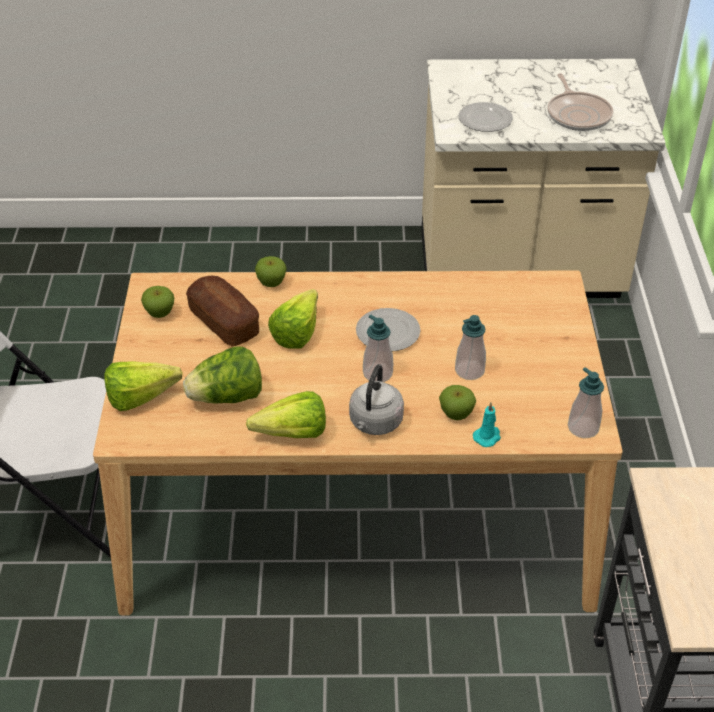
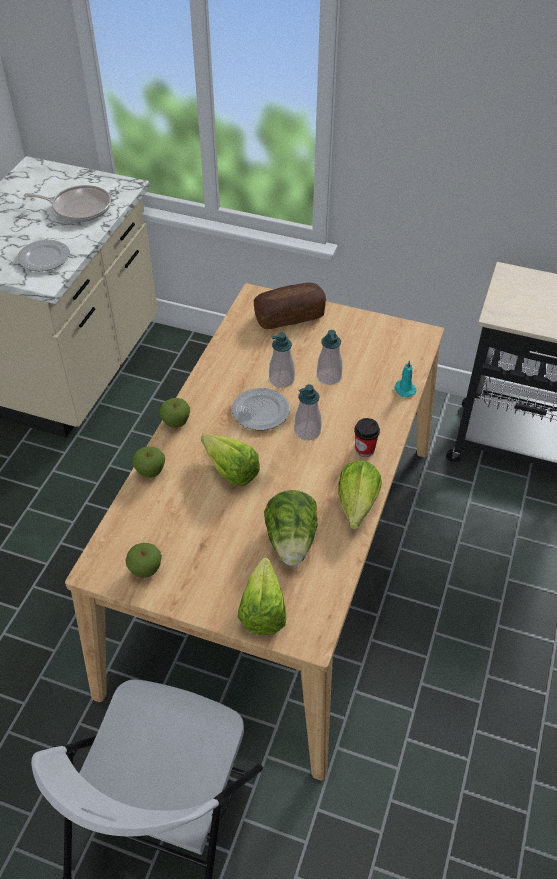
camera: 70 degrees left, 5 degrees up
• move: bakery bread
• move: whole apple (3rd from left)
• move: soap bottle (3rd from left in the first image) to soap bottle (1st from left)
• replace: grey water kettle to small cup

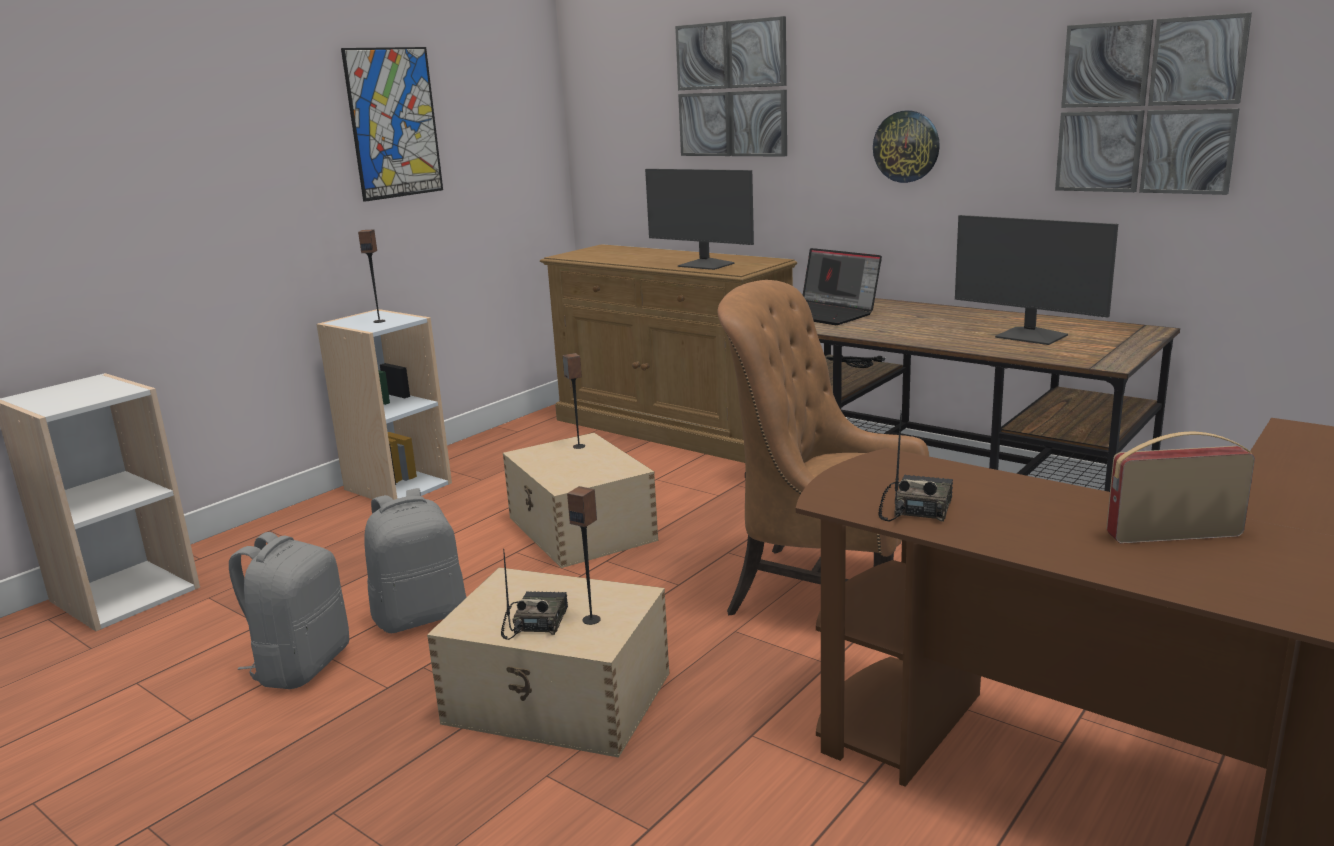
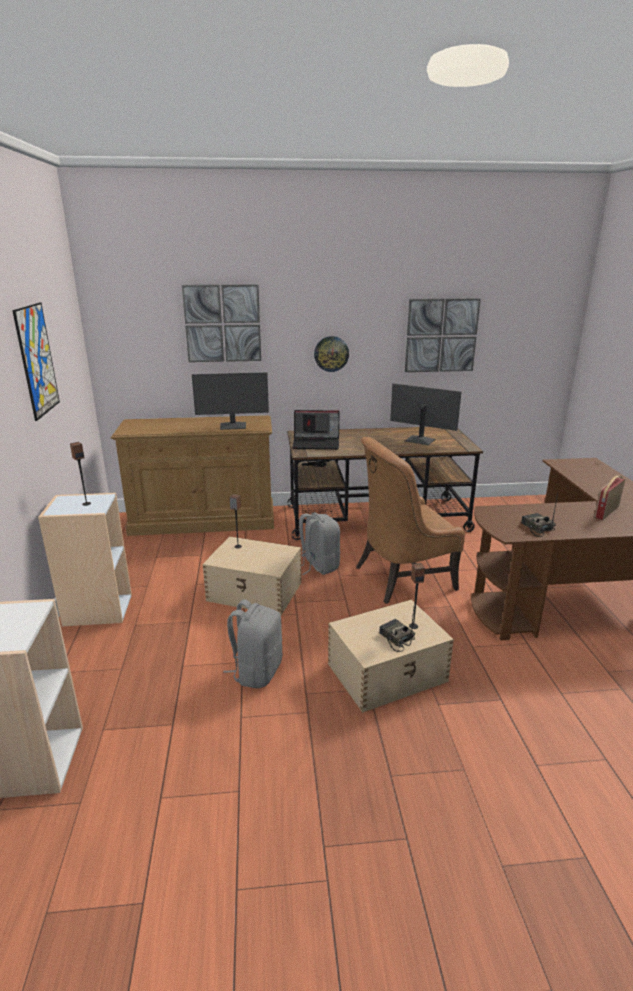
camera: 45 degrees left, 5 degrees up
• move: grey rucksack (1st from left in the first image) to grey rucksack (2nd from left)
• rotate: monitor (2nd from left) 150 degrees counterclockwise

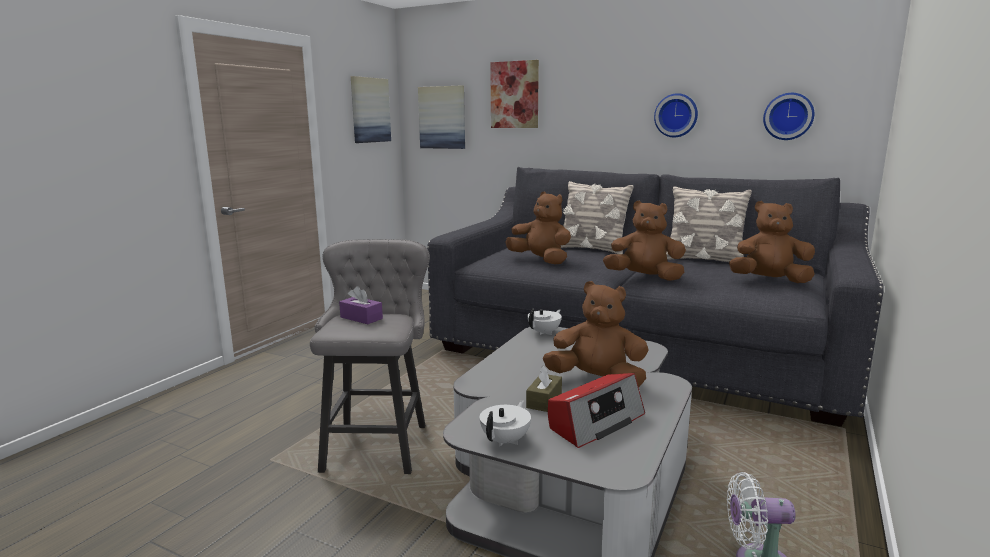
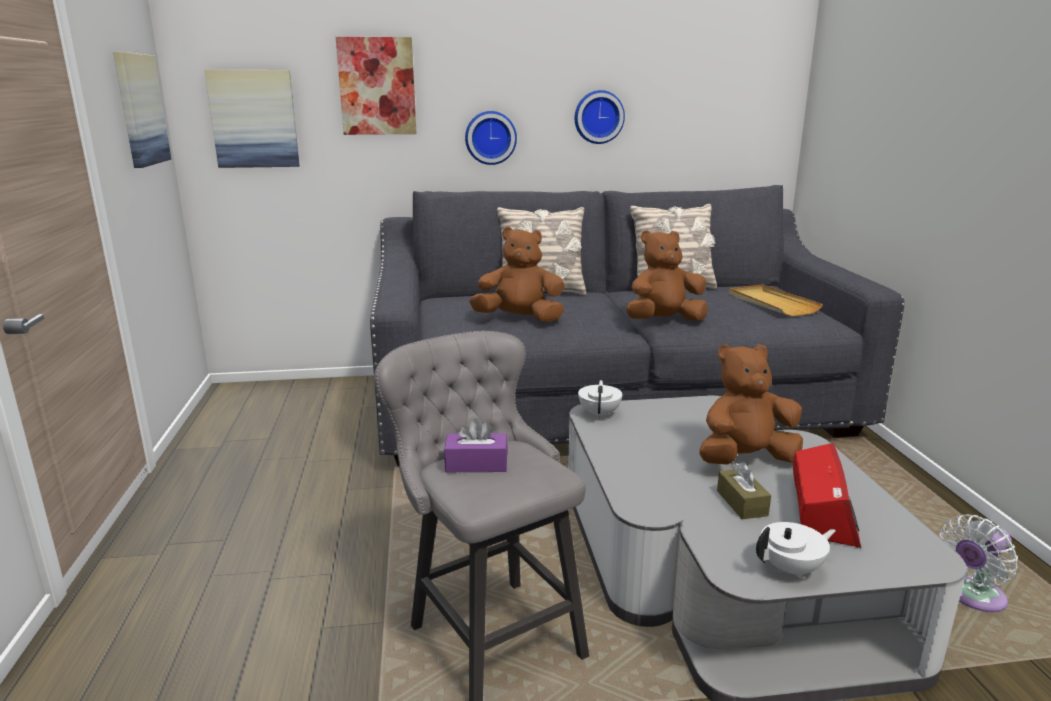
camera: 35 degrees left, 5 degrees up
• move: clock on the wall (2nd from left in the first image) to clock on the wall (1st from left)
• replace: brownish soft toy (4th from left) to beige-coloured carrying tray
• rotate: whitish pot for tea (1st from left in the first image) 75 degrees clockwise

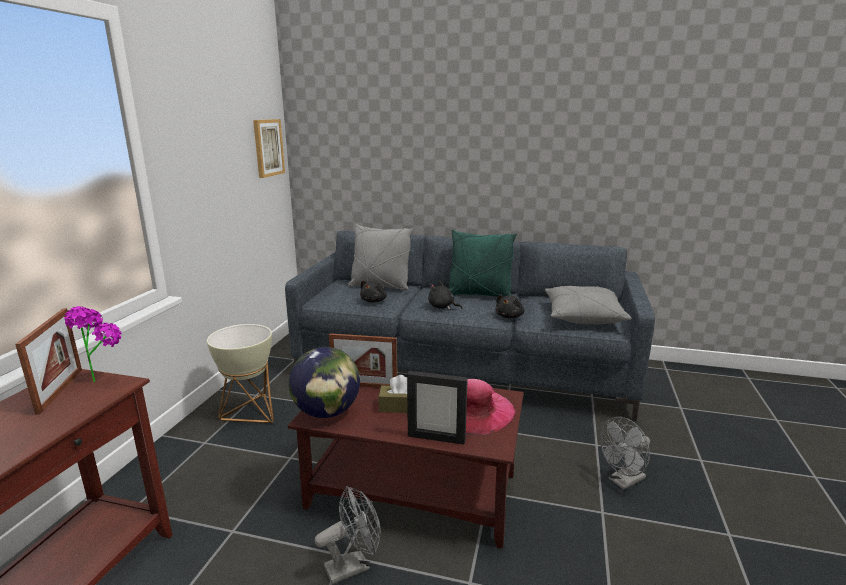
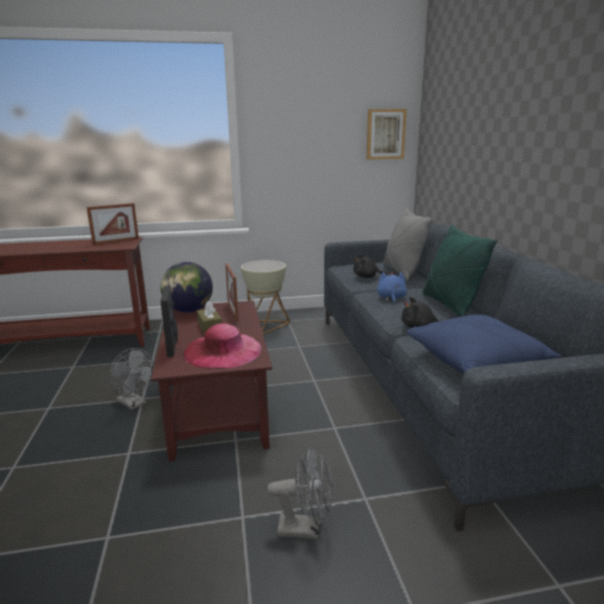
camera: 65 degrees right, 0 degrees up
• delete: houseplant
• recolor: black-coloured soft toy (2nd from left) to blue soft toy
• recolor: grey cushion (2nd from left) to blue cushion
• rotate: grey fan (2nd from left) 150 degrees clockwise

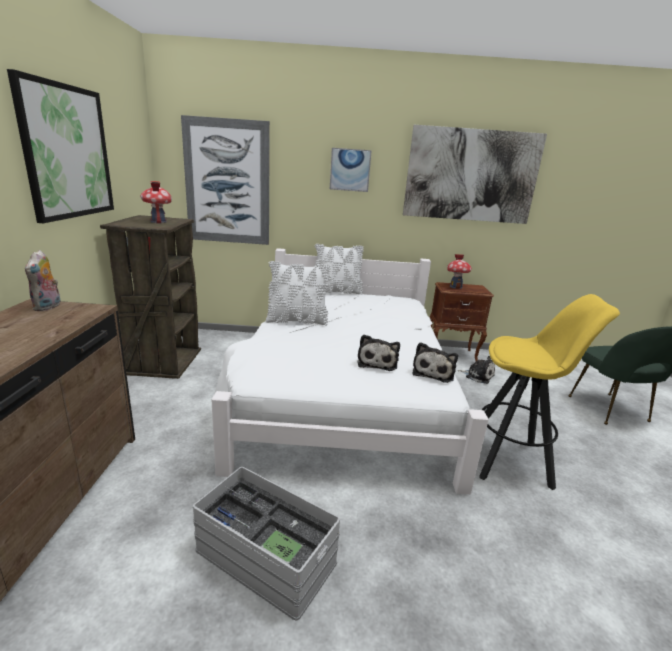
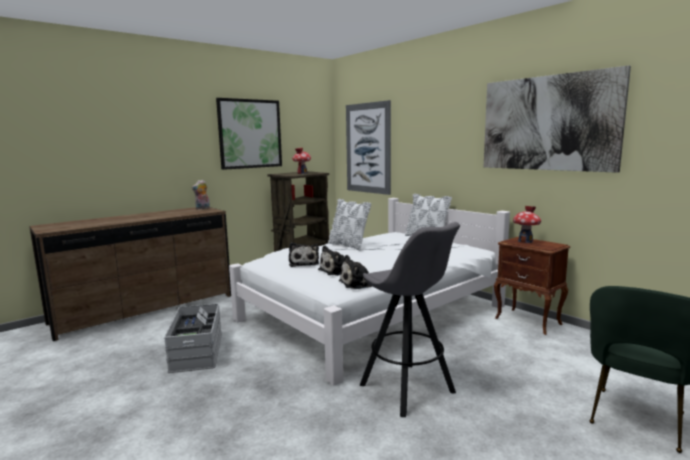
camera: 50 degrees right, 10 degrees down
• delete: wall art (3rd from left)
• move: soft toy (4th from left in the first image) to soft toy (2nd from left)
• recolor: yellowish stool to grey stool

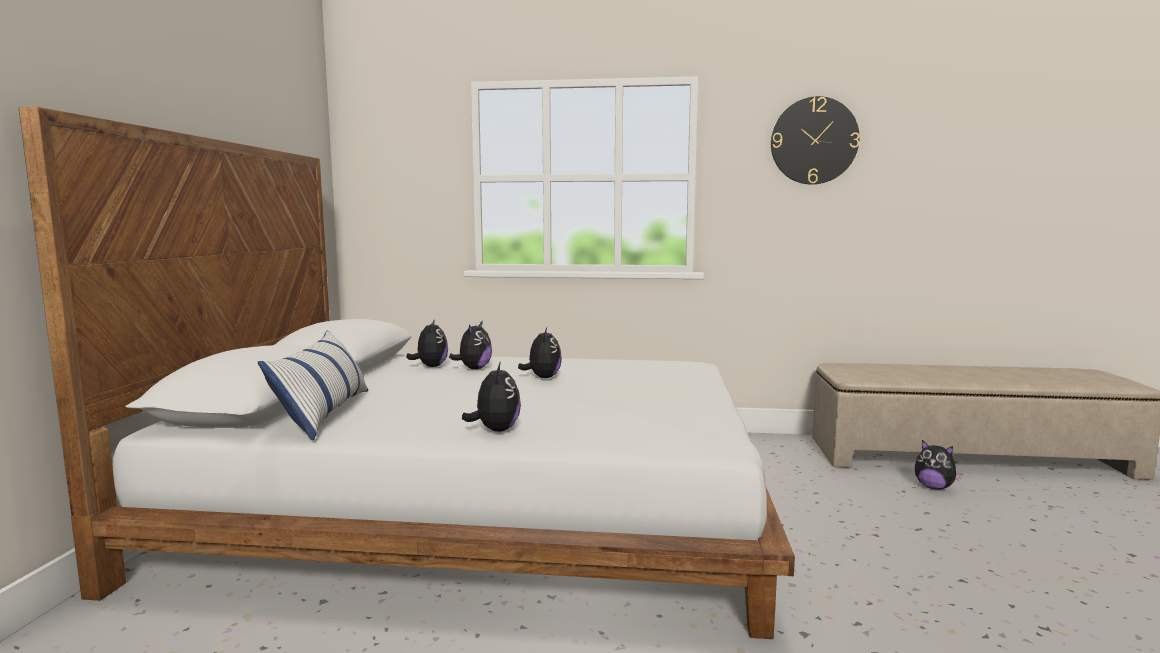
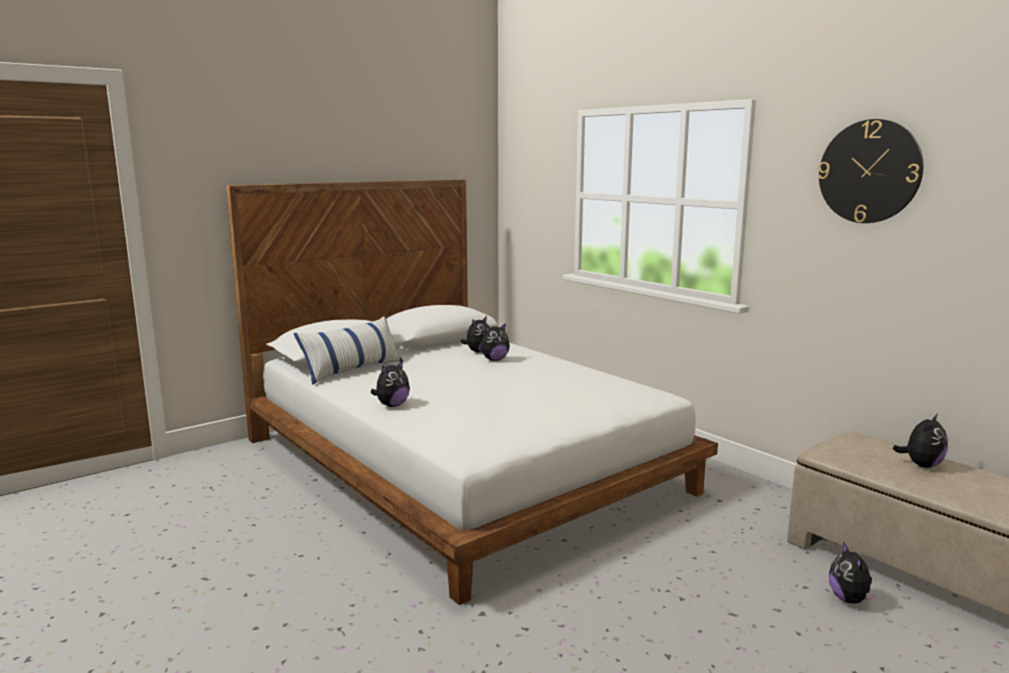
camera: 45 degrees right, 5 degrees up
• move: soft toy (4th from left in the first image) to soft toy (5th from left)

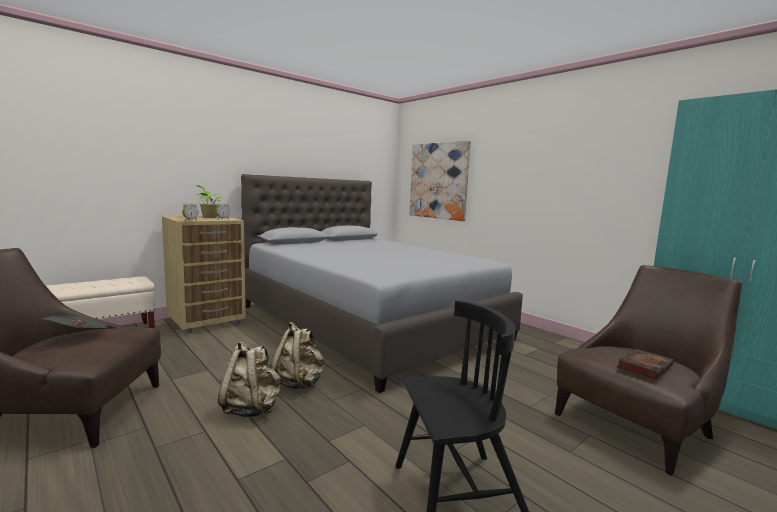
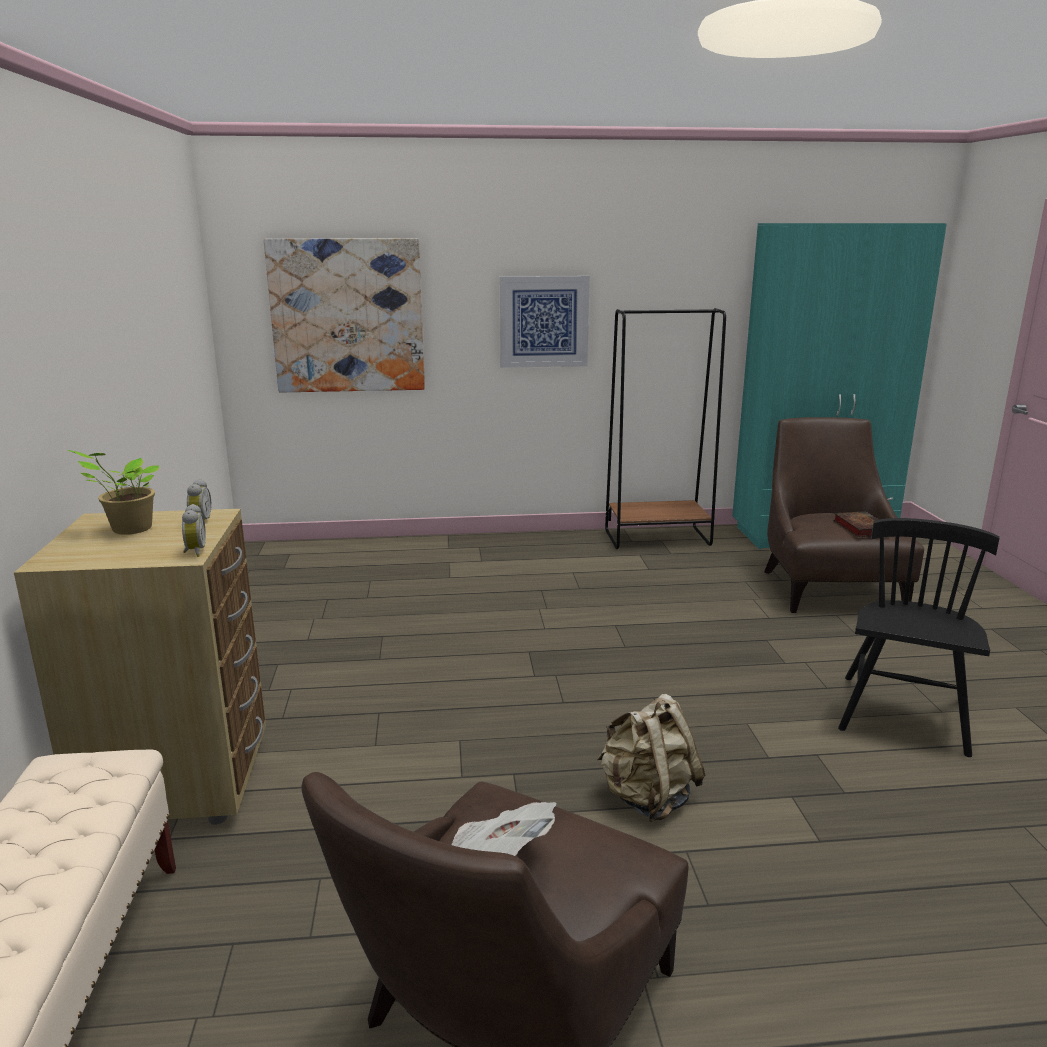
camera: 55 degrees left, 10 degrees up
• delete: grey sleeping bed
• delete: beige-coloured rucksack (2nd from left)
• insert: wall art (2nd from left)
• insert: garment stand

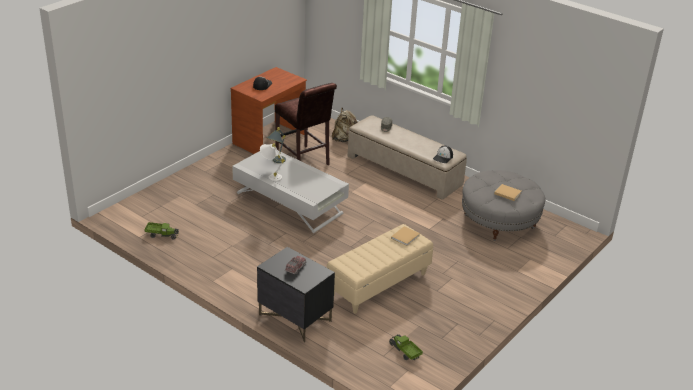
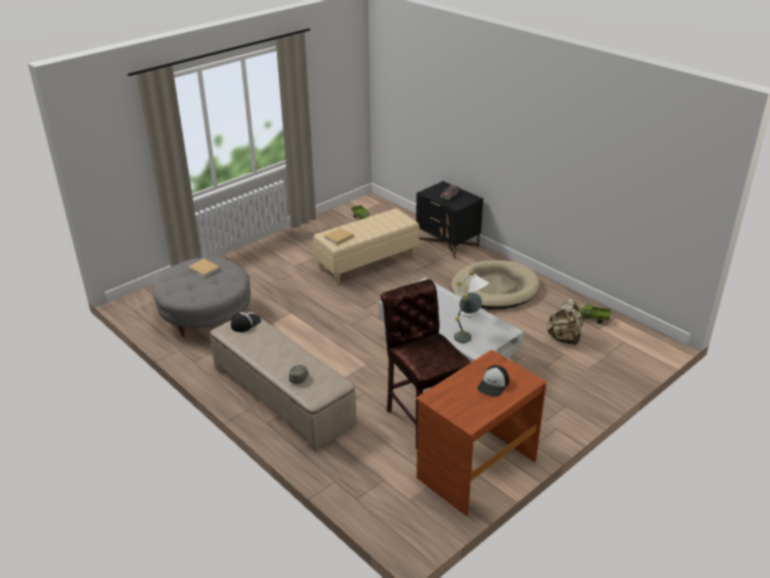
camera: 170 degrees left, 0 degrees up
• insert: beige-coloured pet bed
• move: beige-coloured rucksack

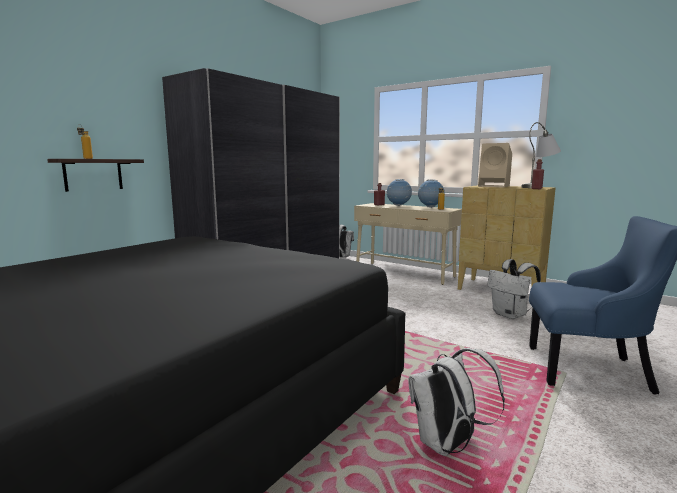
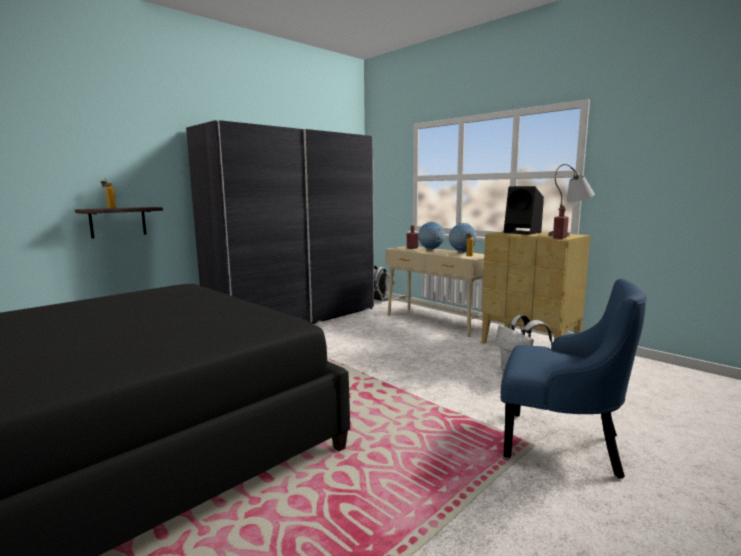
camera: 10 degrees right, 0 degrees up
• delete: whitish rucksack (2nd from left)
• recolor: beige-coloured loudspeaker to black-coloured loudspeaker

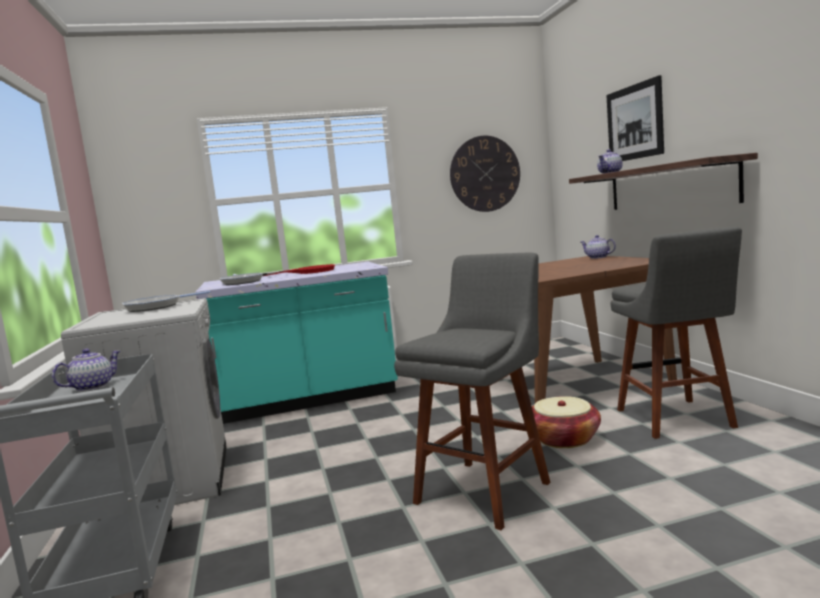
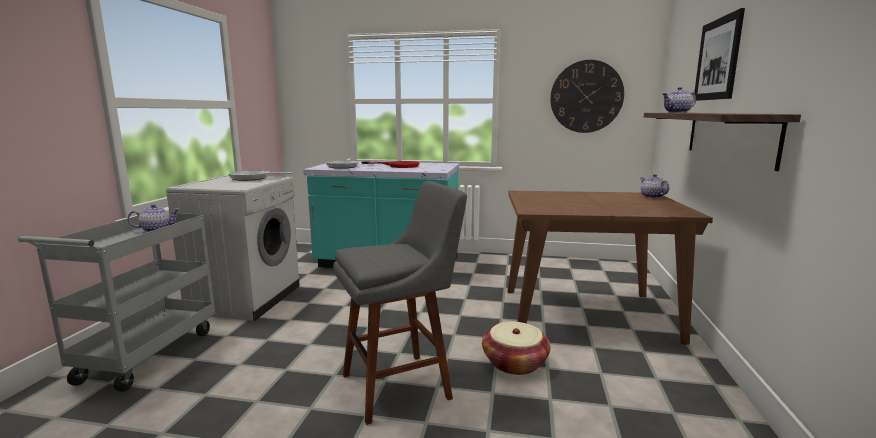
camera: 25 degrees right, 5 degrees up
• delete: grey stool (2nd from left)

